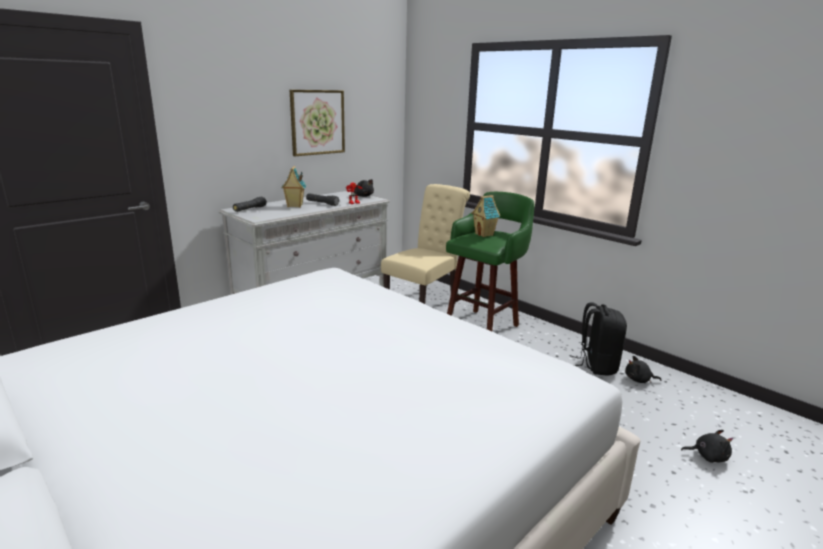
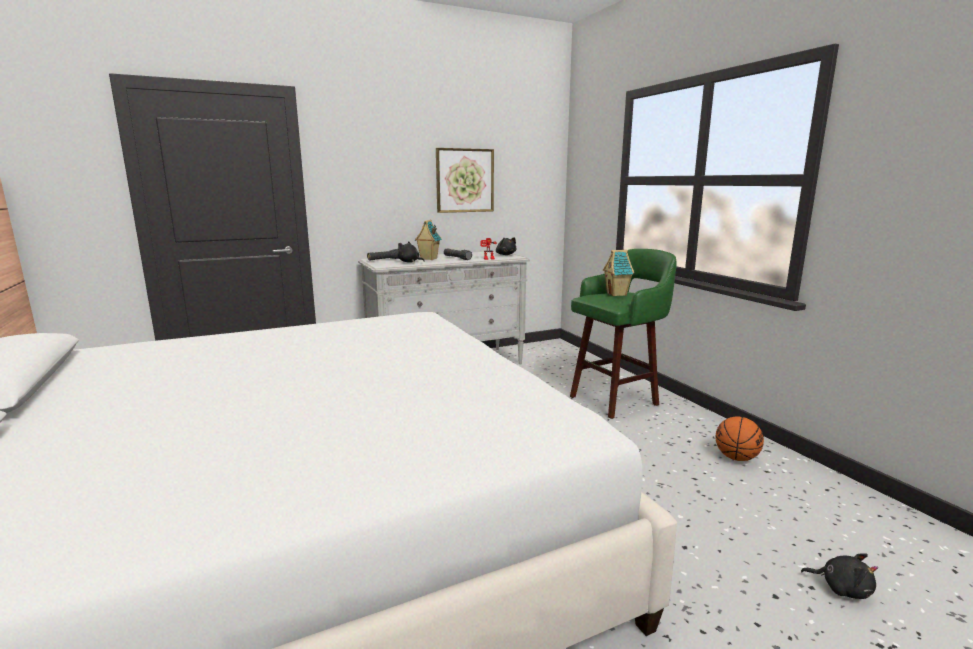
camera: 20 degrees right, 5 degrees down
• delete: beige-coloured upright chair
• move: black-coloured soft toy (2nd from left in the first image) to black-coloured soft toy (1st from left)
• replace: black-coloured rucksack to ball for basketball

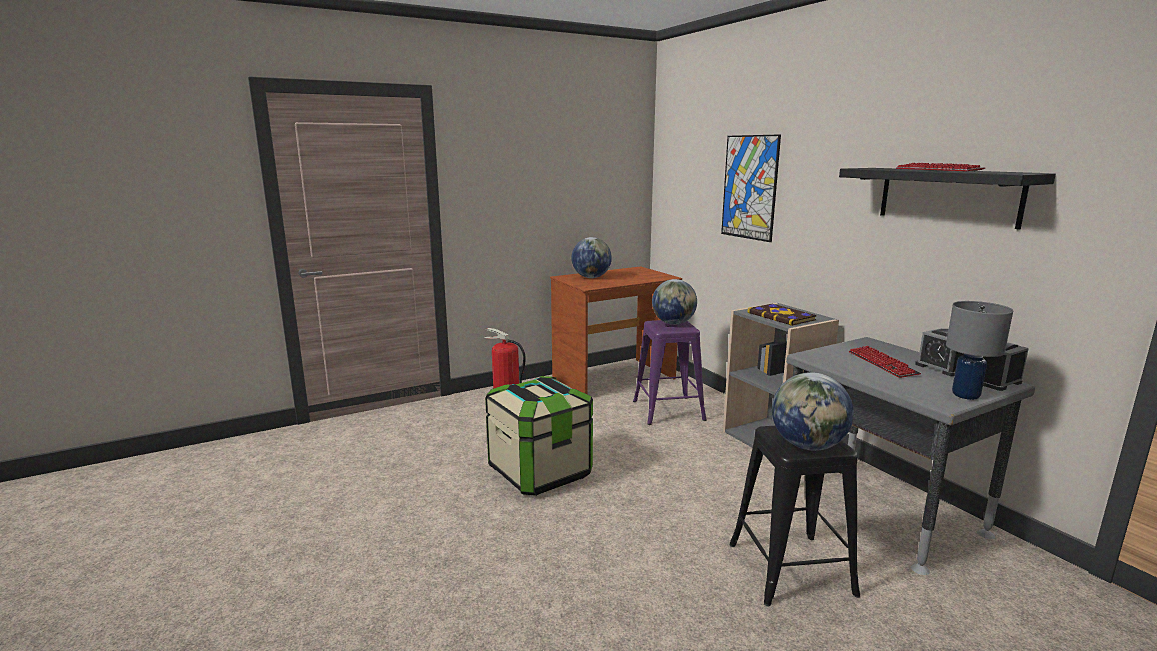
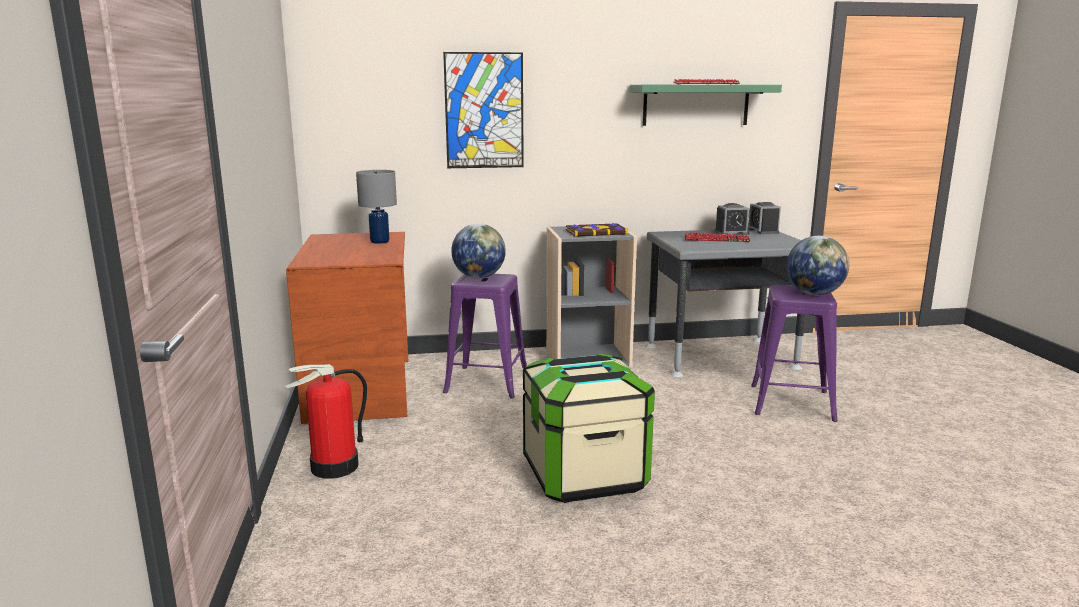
camera: 70 degrees left, 0 degrees up
• delete: desk globe (1st from left)
• move: grey table lamp
• recolor: black-coloured stool to purplish stool (2nd from left)
• recolor: black-coloured bracket shelf to green bracket shelf

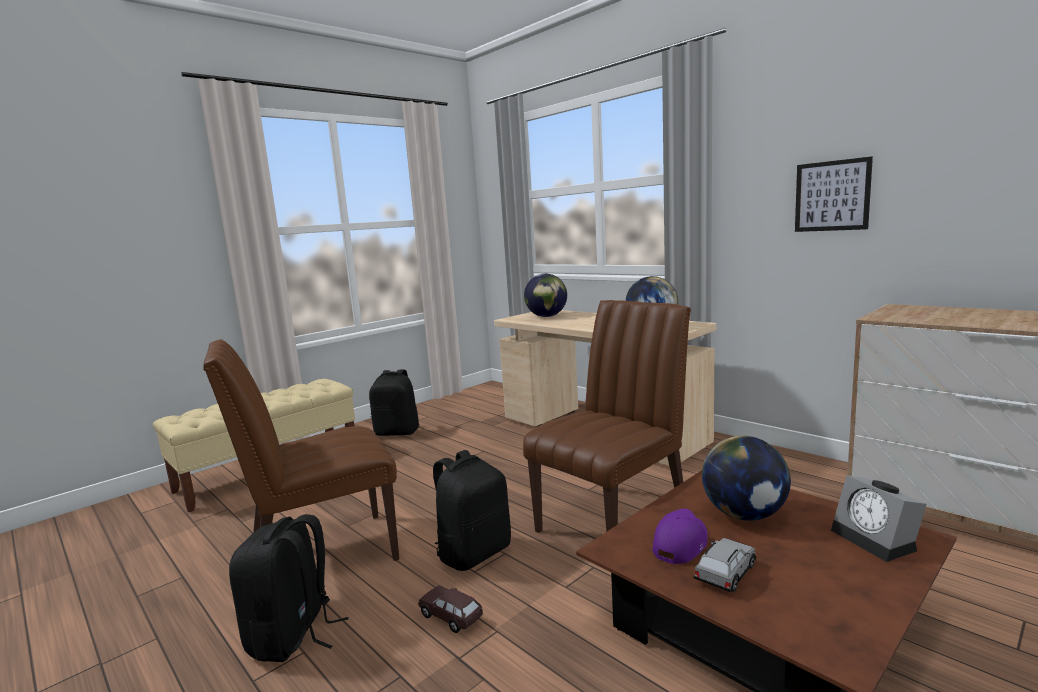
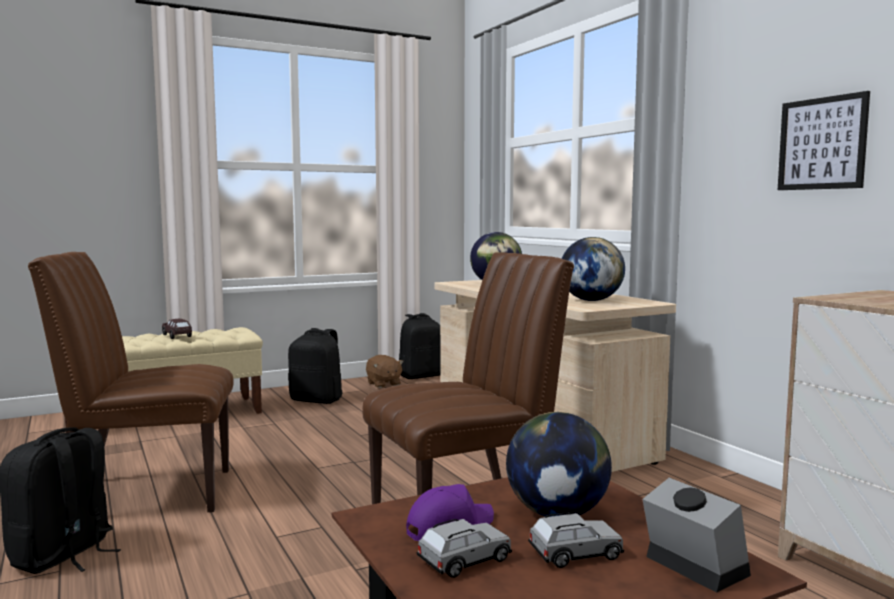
camera: 15 degrees right, 5 degrees down
• insert: brownish soft toy
• insert: grey model car (2nd from left)
• move: brownish model car
• move: black-coloured rucksack (3rd from left)
• rotate: alarm clock 150 degrees clockwise

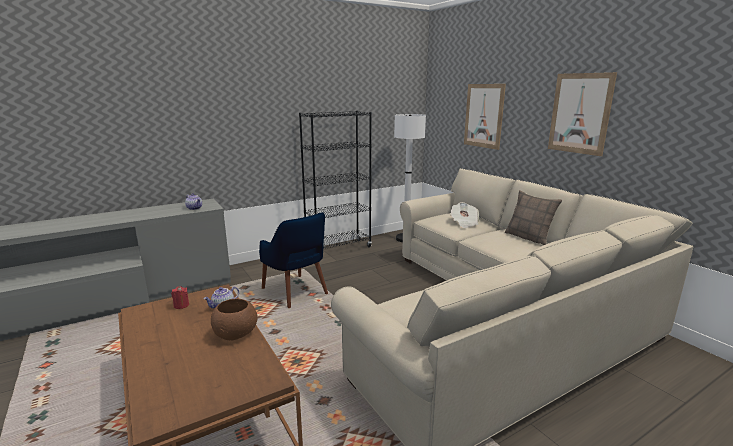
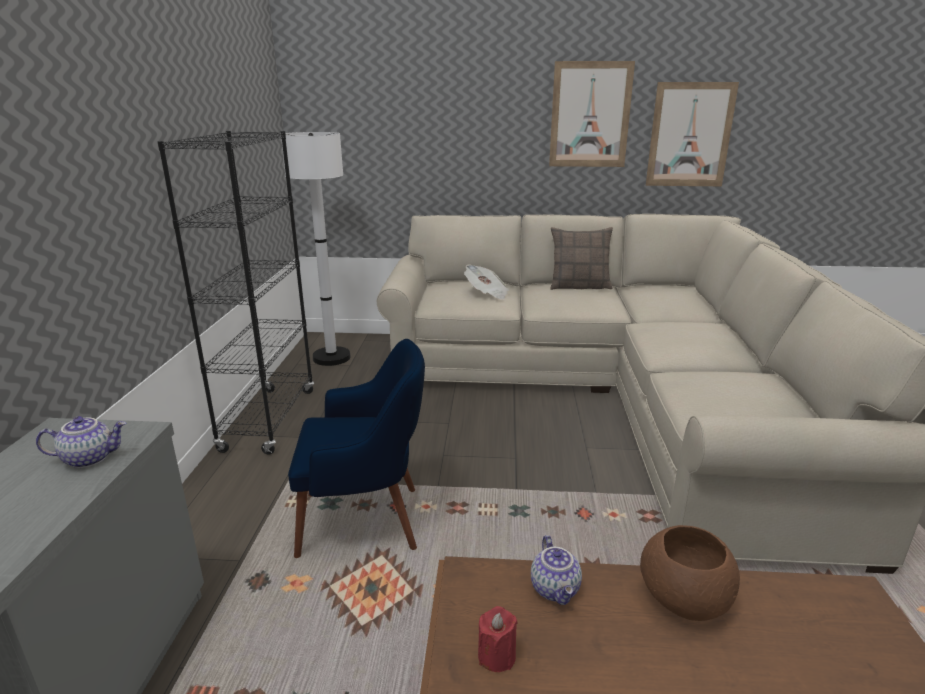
camera: 55 degrees left, 5 degrees up
• move: wall art (1st from left in the first image) to wall art (2nd from left)

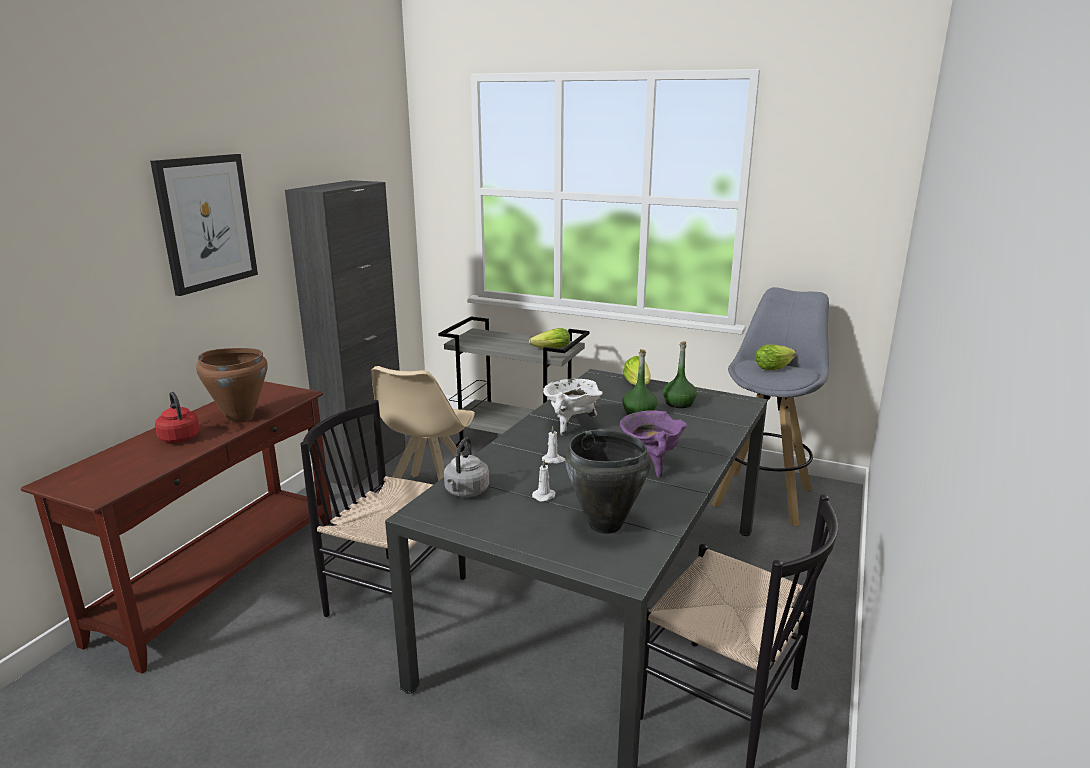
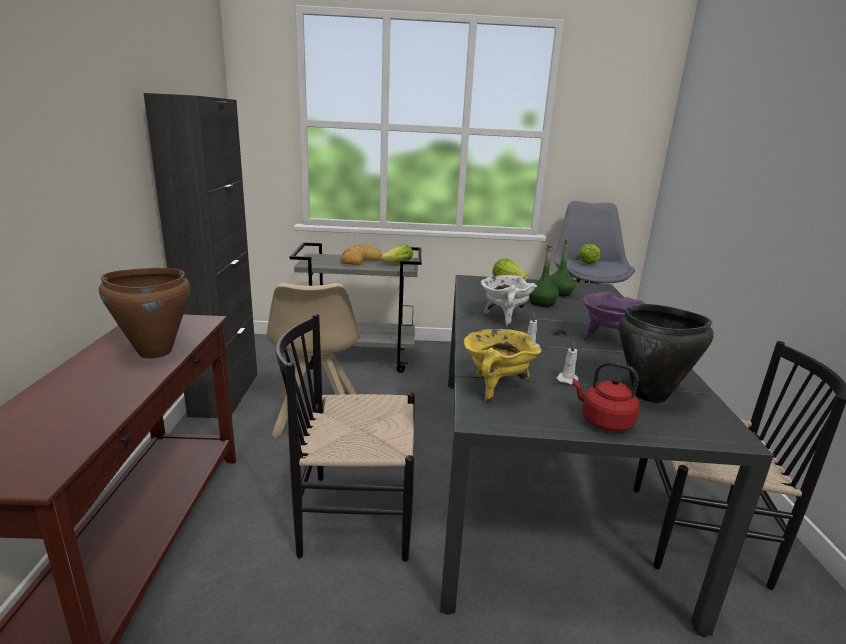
camera: 25 degrees left, 0 degrees up
• delete: wall art
• insert: bakery bread
• move: red water kettle
• replace: grey water kettle to yellowish cooking pot

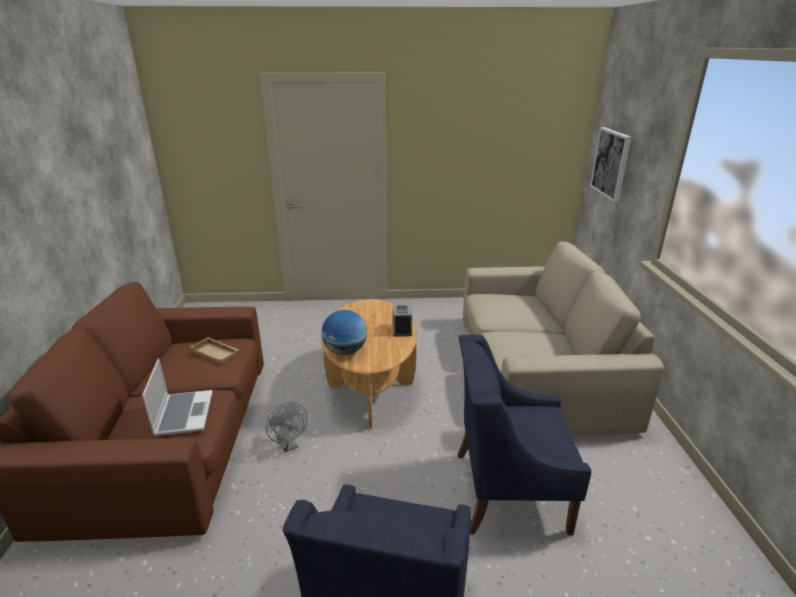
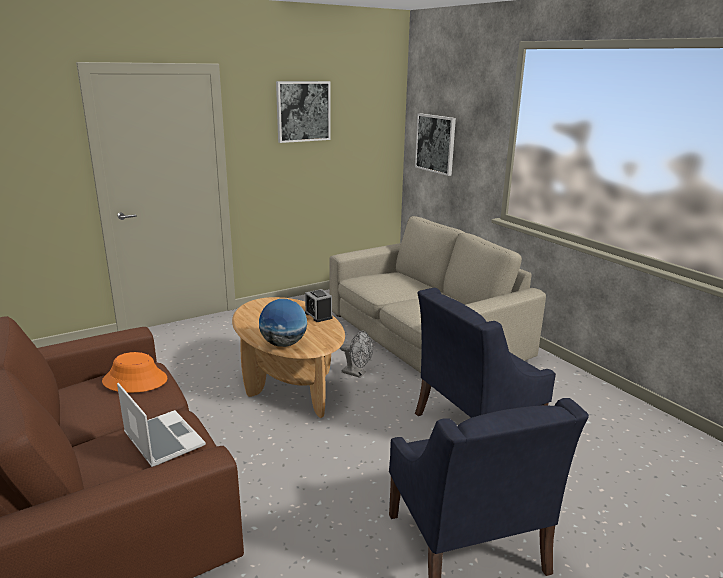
camera: 30 degrees left, 5 degrees down
• insert: wall art (1st from left)
• move: grey fan
• replace: beige-coloured carrying tray to orange clothing hat

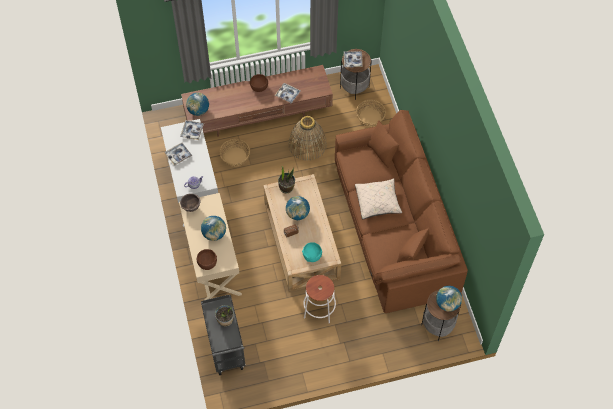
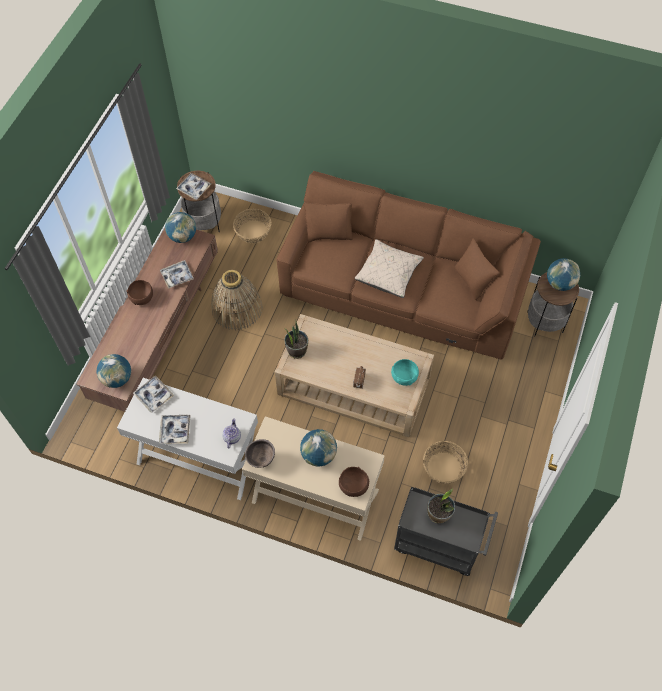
camera: 55 degrees left, 0 degrees up
• delete: whitish stool
• move: household basket (1st from left in the first image) to household basket (3rd from left)
• move: desk globe (3rd from left in the first image) to desk globe (2nd from left)

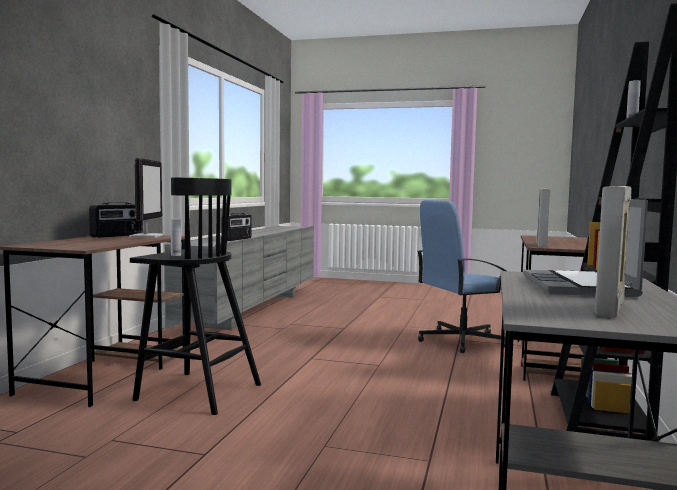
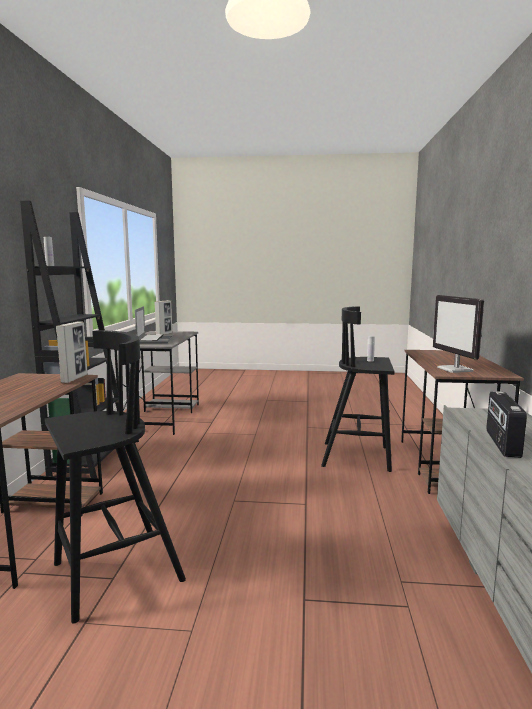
camera: 170 degrees right, 5 degrees up
• delete: radio set (1st from left)
• replace: blue office chair to black-coloured stool (1st from left)

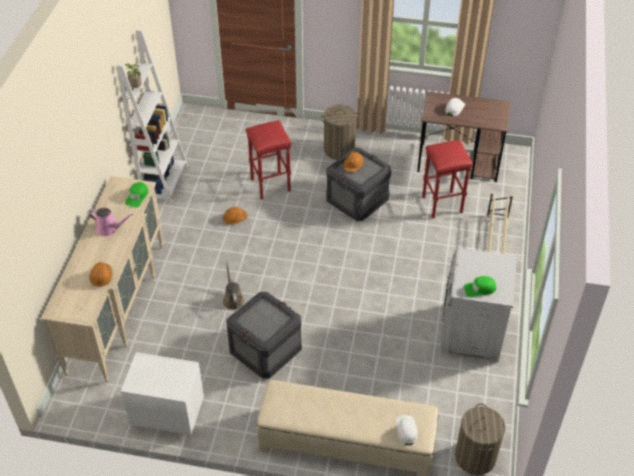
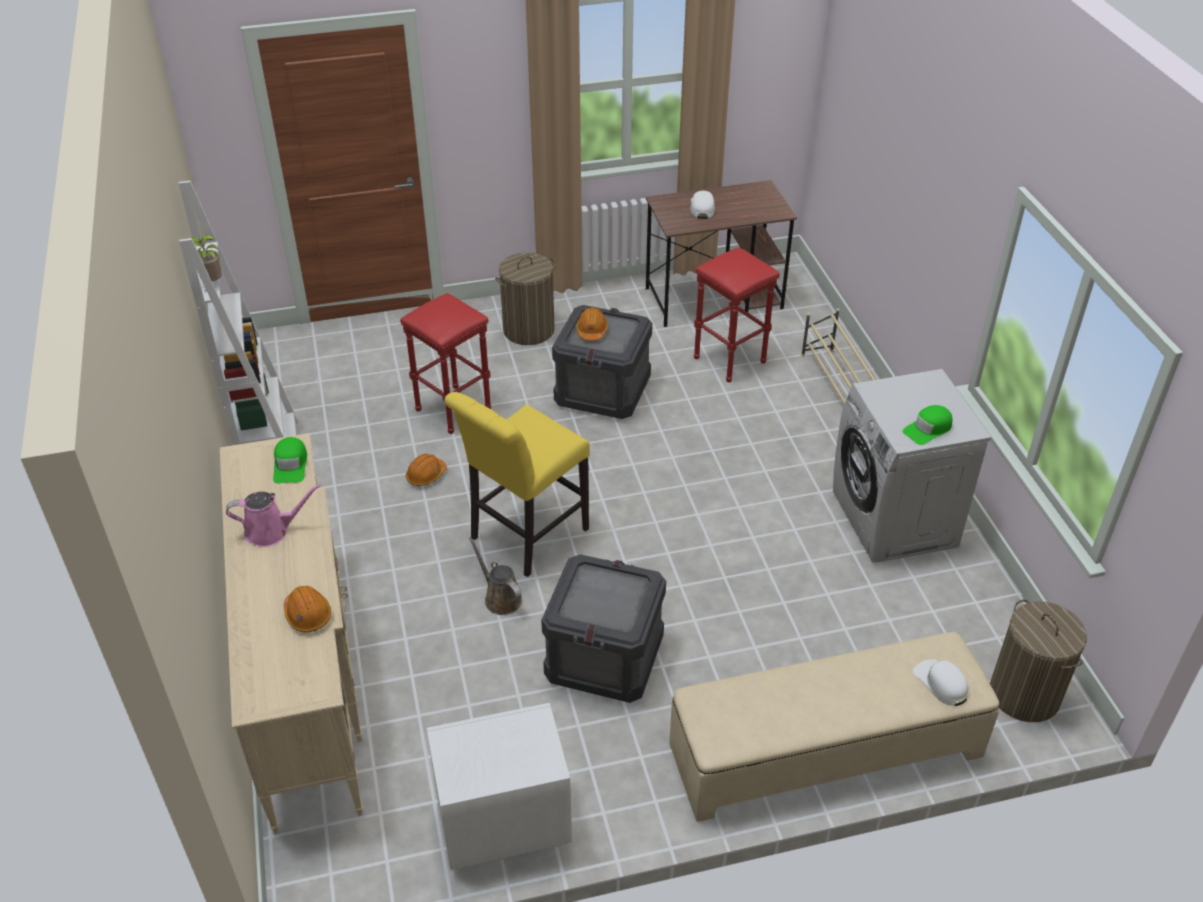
camera: 25 degrees left, 5 degrees down
• insert: yellowish stool

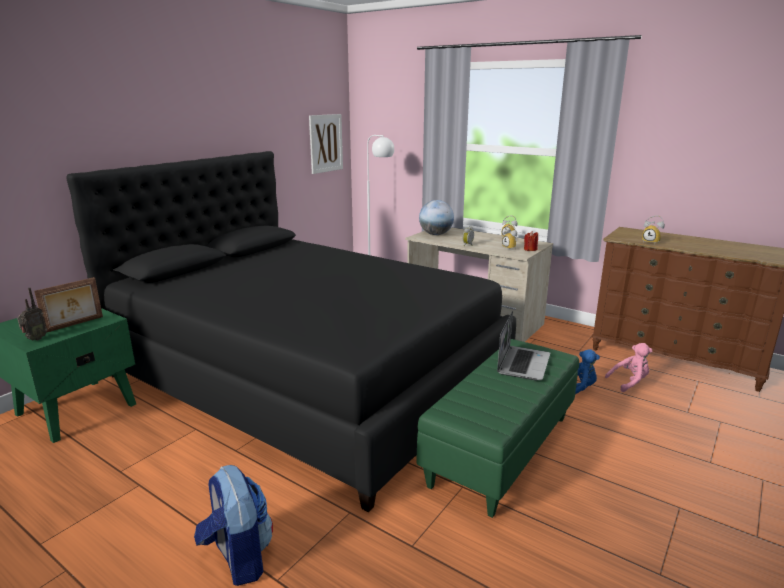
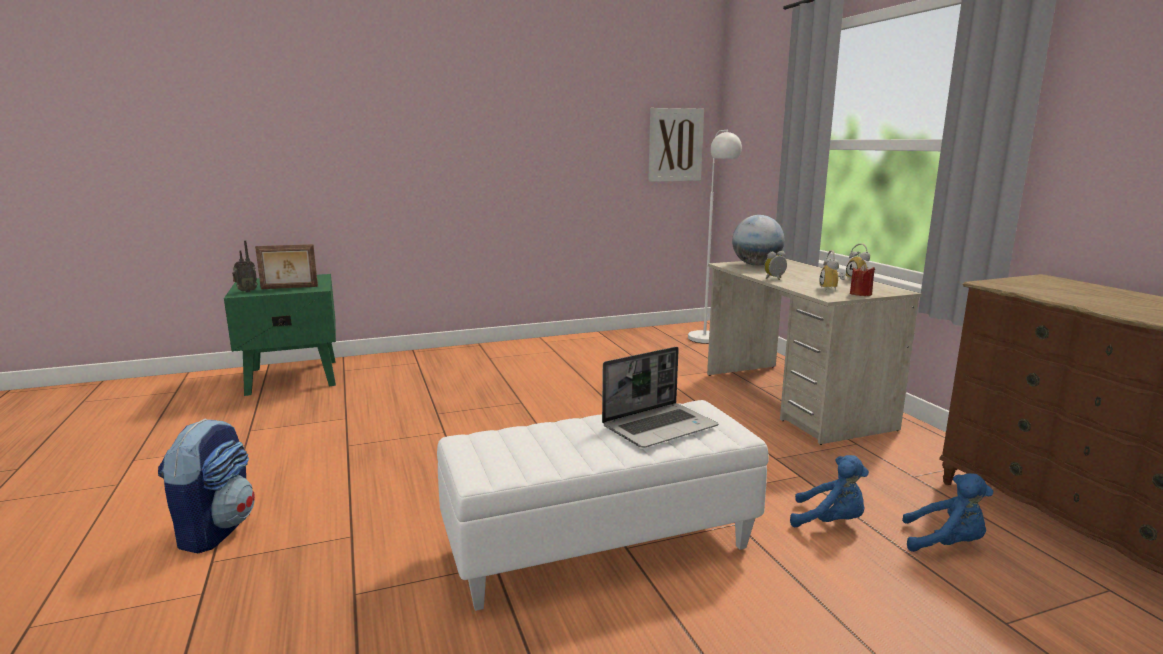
camera: 35 degrees right, 5 degrees down
• delete: black-coloured sleeping bed
• delete: alarm clock (4th from left)
• recolor: green ottoman to whitish ottoman
• recolor: pink soft toy to blue soft toy (2nd from left)

